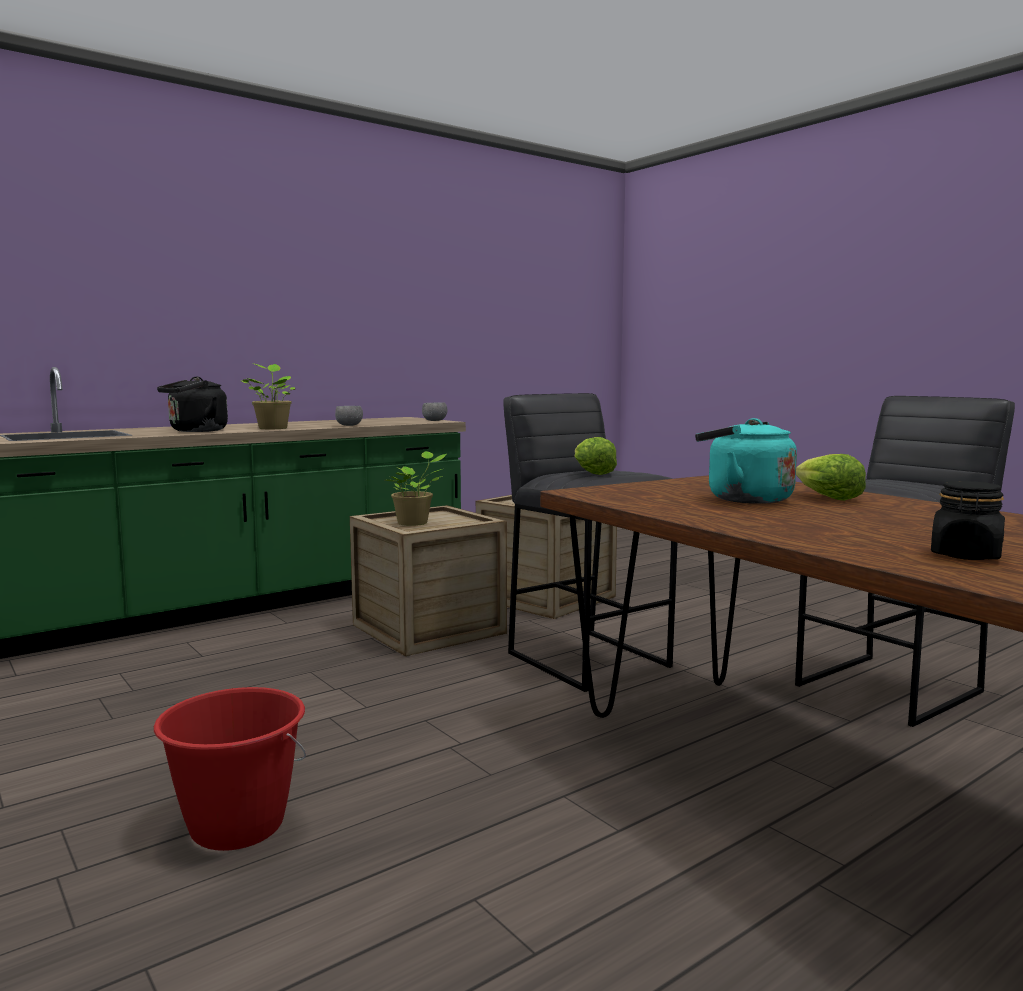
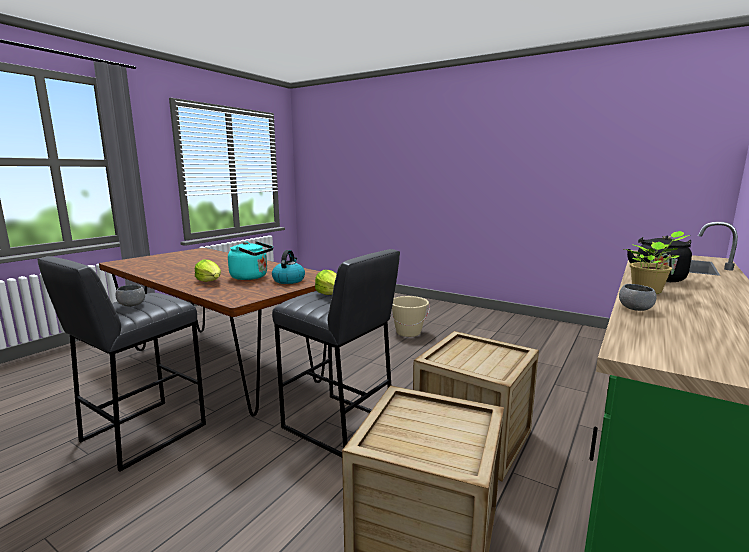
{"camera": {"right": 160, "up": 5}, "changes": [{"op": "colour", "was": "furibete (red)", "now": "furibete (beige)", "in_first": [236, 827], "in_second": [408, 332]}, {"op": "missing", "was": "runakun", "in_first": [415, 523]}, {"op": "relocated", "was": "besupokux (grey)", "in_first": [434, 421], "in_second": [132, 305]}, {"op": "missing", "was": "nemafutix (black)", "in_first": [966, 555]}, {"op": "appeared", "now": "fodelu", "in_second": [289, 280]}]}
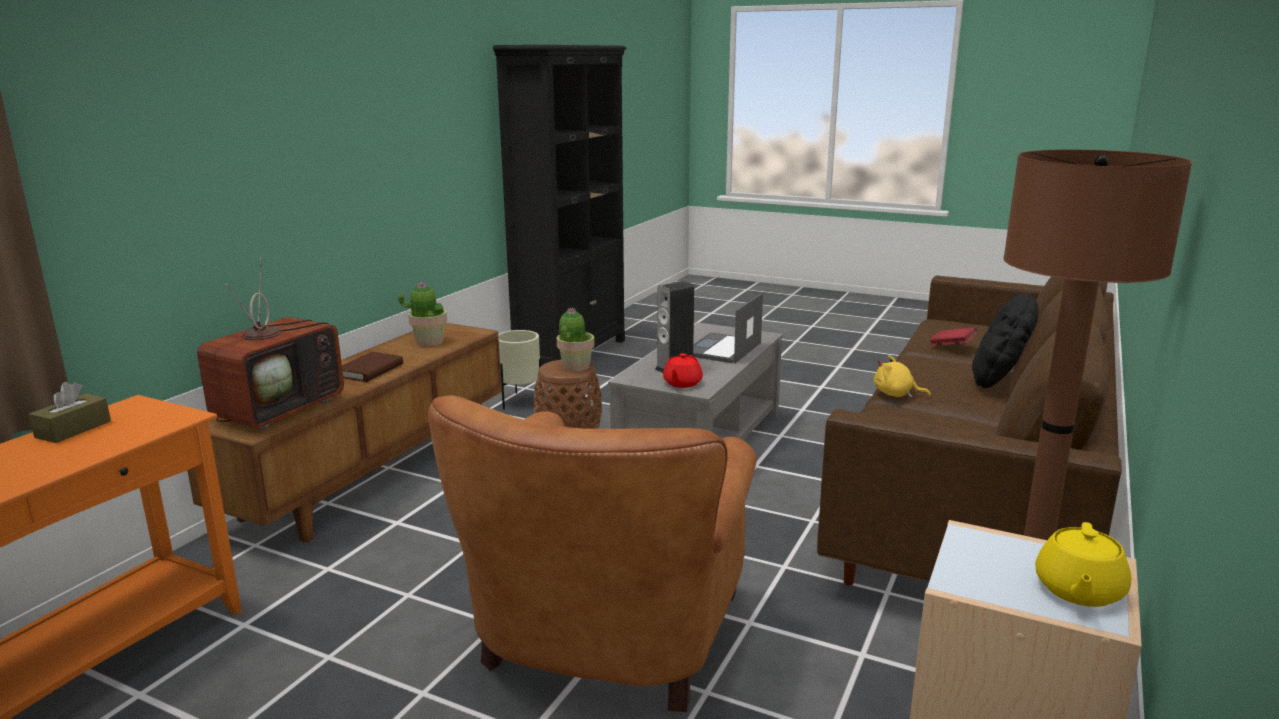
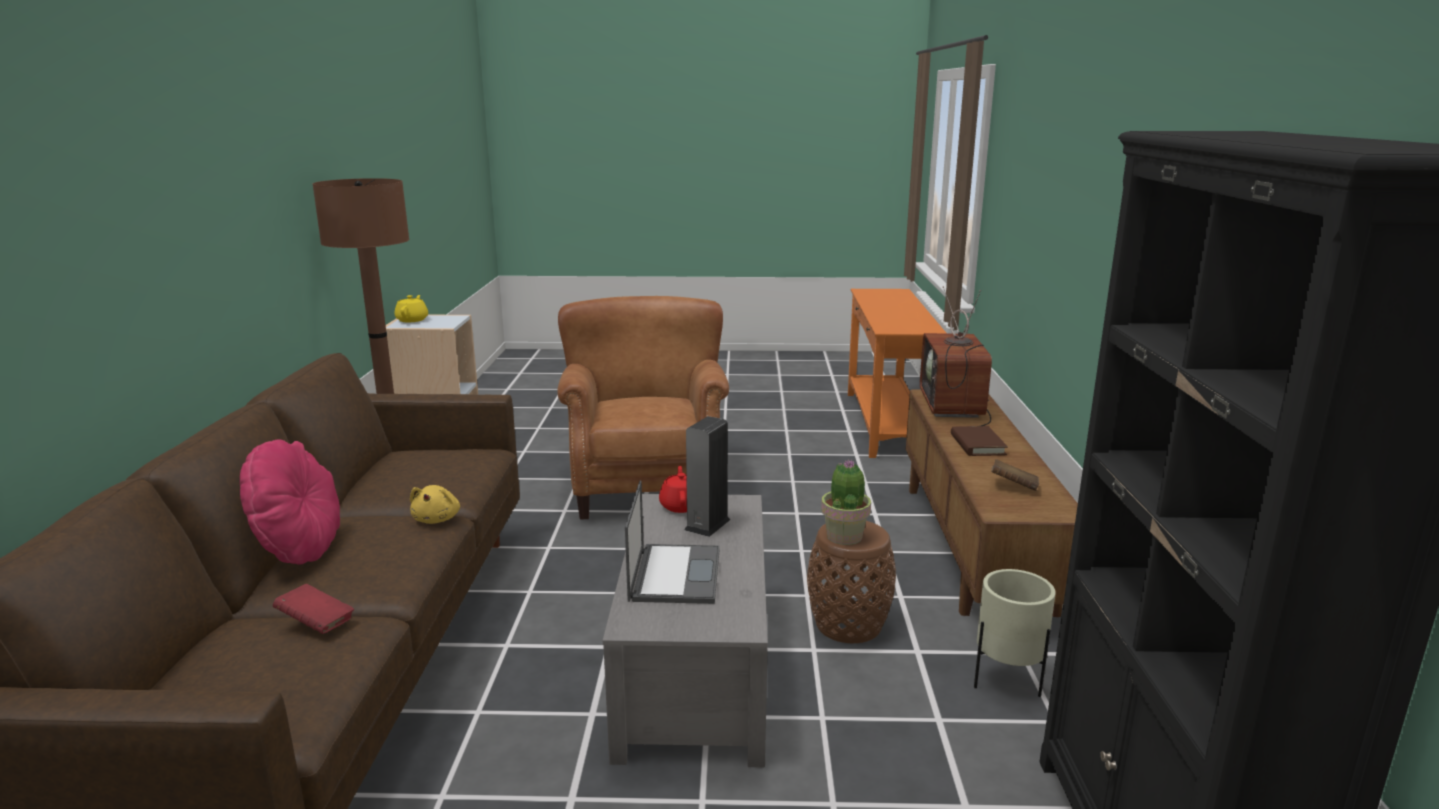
{"camera": {"right": 155, "up": 0}, "changes": [{"op": "missing", "was": "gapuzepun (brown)", "in_first": [73, 429]}, {"op": "exchanged", "was": "runakun", "now": "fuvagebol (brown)", "in_first": [429, 342], "in_second": [1013, 486]}, {"op": "spun", "was": "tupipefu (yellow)", "in_first": [896, 394], "in_second": [437, 519], "clockwise": 90}, {"op": "colour", "was": "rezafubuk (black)", "now": "rezafubuk (pink)", "in_first": [998, 383], "in_second": [301, 552]}]}
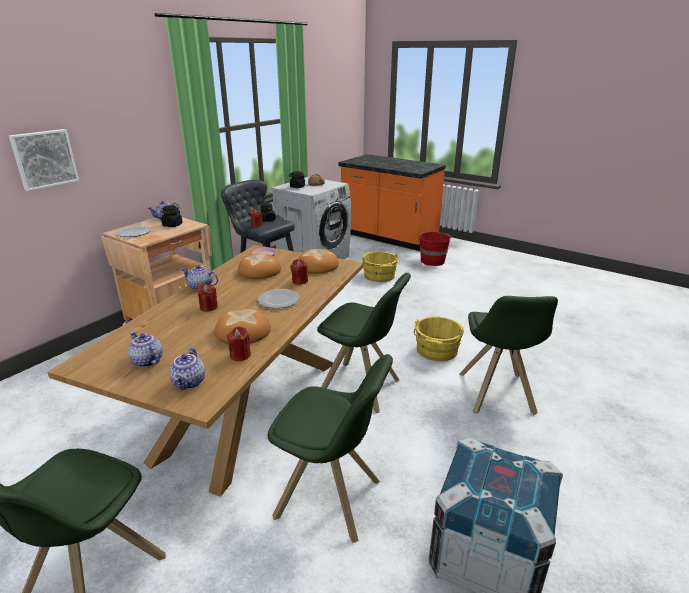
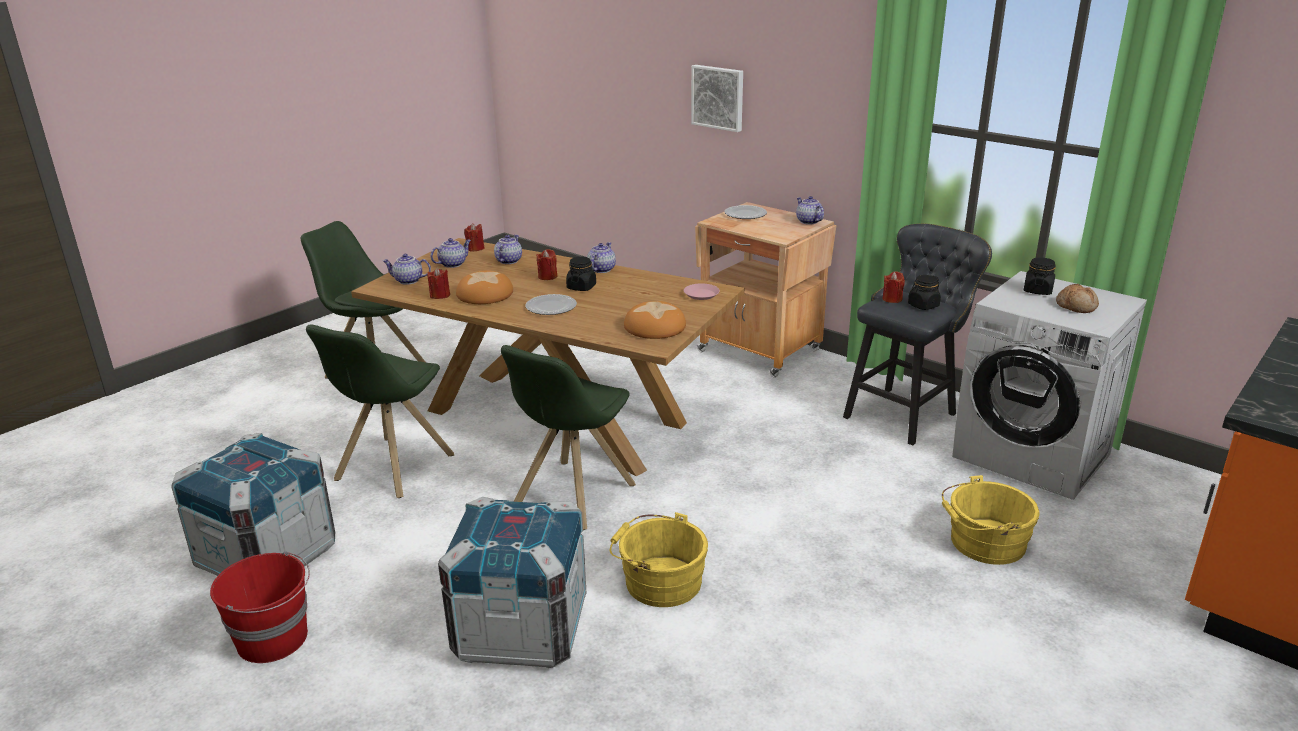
{"camera": {"right": 95, "up": 0}, "changes": [{"op": "relocated", "was": "nemafutix (black)", "in_first": [172, 225], "in_second": [581, 287]}, {"op": "missing", "was": "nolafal", "in_first": [260, 271]}, {"op": "relocated", "was": "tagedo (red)", "in_first": [299, 281], "in_second": [475, 248]}, {"op": "relocated", "was": "furibete (red)", "in_first": [432, 261], "in_second": [274, 639]}, {"op": "exchanged", "was": "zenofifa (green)", "now": "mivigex", "in_first": [497, 393], "in_second": [521, 629]}, {"op": "appeared", "now": "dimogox", "in_second": [508, 261]}]}
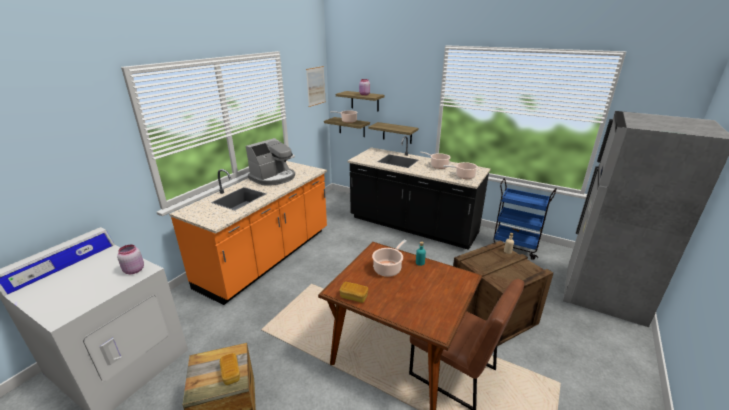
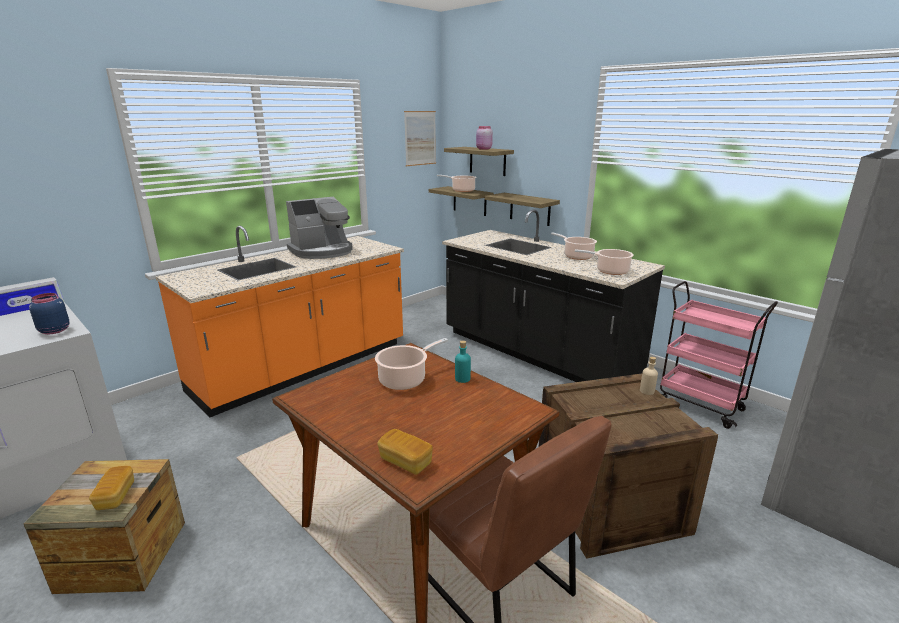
{"camera": {"right": 15, "up": -5}, "changes": [{"op": "colour", "was": "nemafutix (pink)", "now": "nemafutix (blue)", "in_first": [133, 270], "in_second": [54, 330]}, {"op": "relocated", "was": "nolafal", "in_first": [354, 297], "in_second": [405, 461]}, {"op": "colour", "was": "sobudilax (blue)", "now": "sobudilax (pink)", "in_first": [515, 248], "in_second": [700, 406]}]}
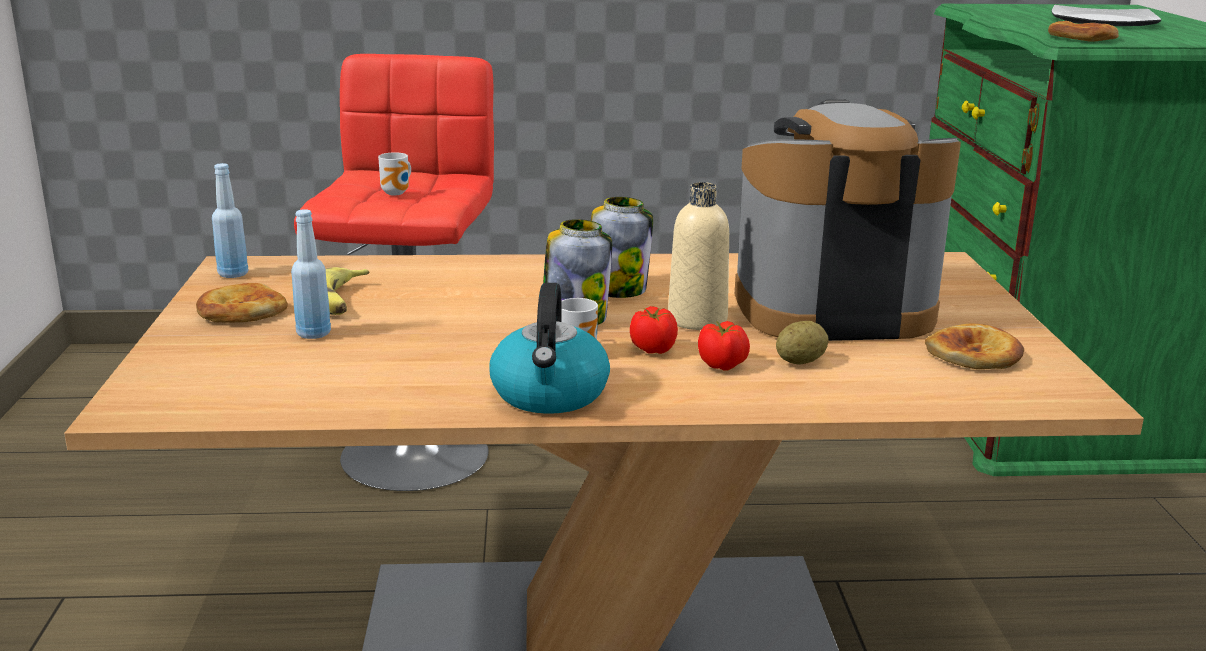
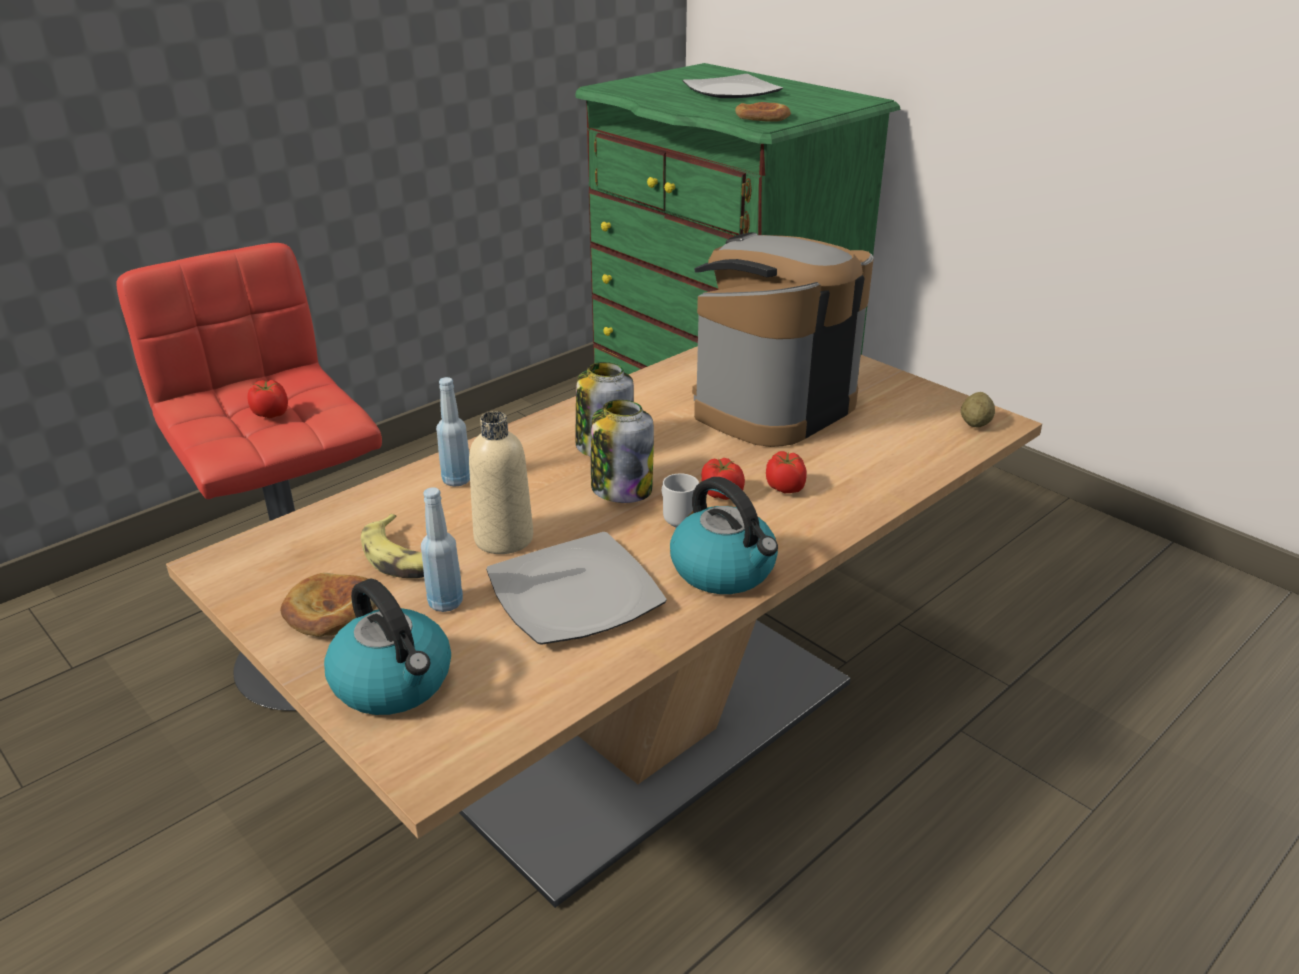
{"camera": {"right": -40, "up": 10}, "changes": [{"op": "relocated", "was": "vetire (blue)", "in_first": [233, 274], "in_second": [457, 480]}, {"op": "exchanged", "was": "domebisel", "now": "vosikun", "in_first": [397, 193], "in_second": [271, 414]}, {"op": "relocated", "was": "vetire (beige)", "in_first": [697, 320], "in_second": [504, 538]}, {"op": "relocated", "was": "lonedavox", "in_first": [800, 362], "in_second": [975, 424]}, {"op": "missing", "was": "nolafal", "in_first": [975, 355]}, {"op": "appeared", "now": "fodelu", "in_second": [394, 683]}, {"op": "appeared", "now": "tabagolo", "in_second": [574, 595]}]}
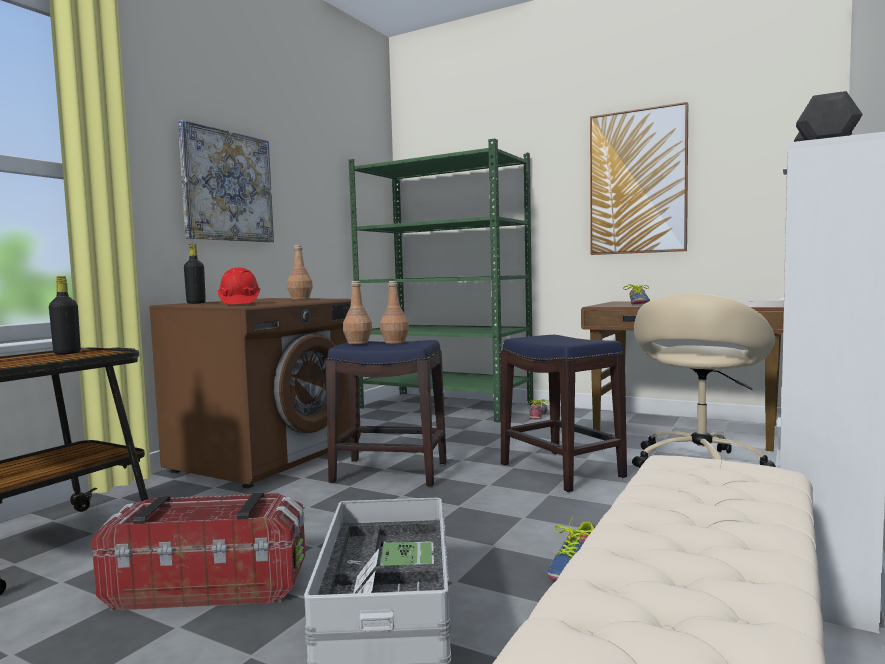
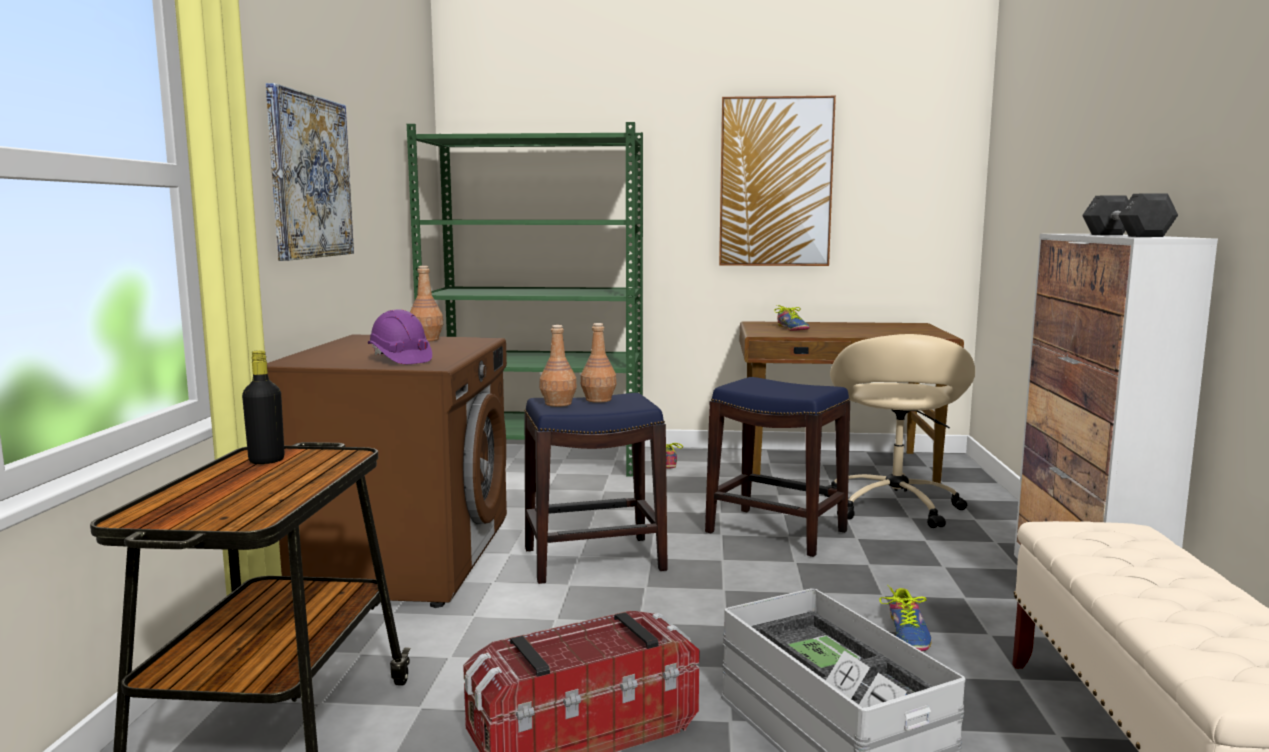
{"camera": {"right": -25, "up": 5}, "changes": [{"op": "missing", "was": "vetire (black)", "in_first": [196, 303]}, {"op": "colour", "was": "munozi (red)", "now": "munozi (purple)", "in_first": [239, 303], "in_second": [400, 359]}]}
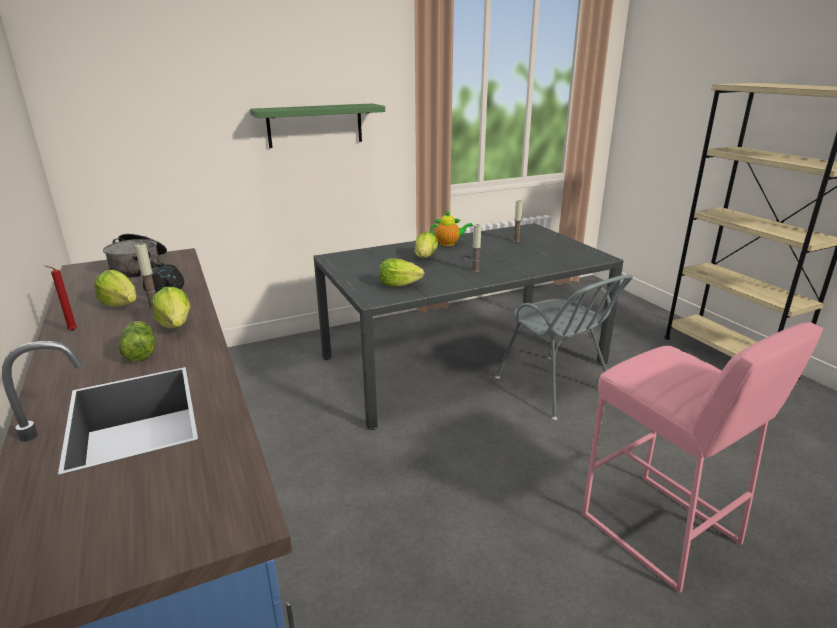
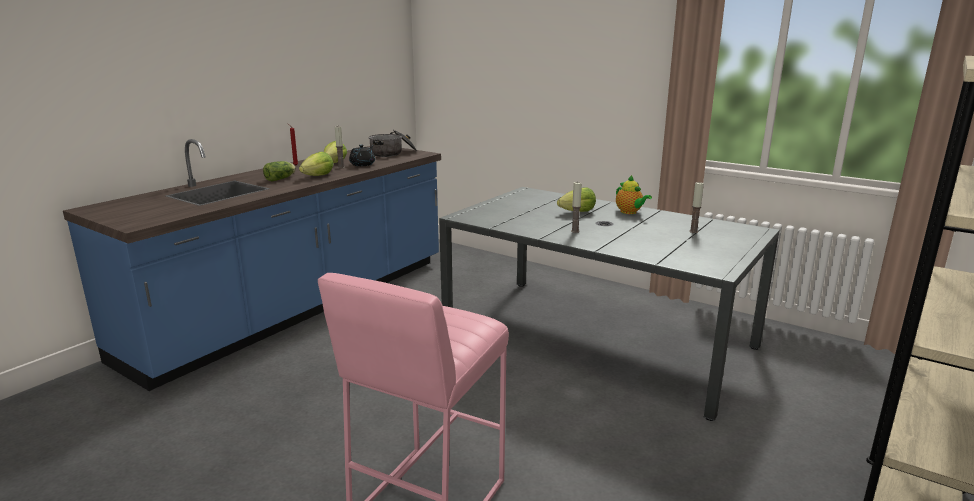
{"camera": {"right": 60, "up": -5}, "changes": [{"op": "missing", "was": "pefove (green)", "in_first": [315, 125]}, {"op": "missing", "was": "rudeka", "in_first": [398, 285]}, {"op": "missing", "was": "zenofifa (grey)", "in_first": [556, 387]}]}
